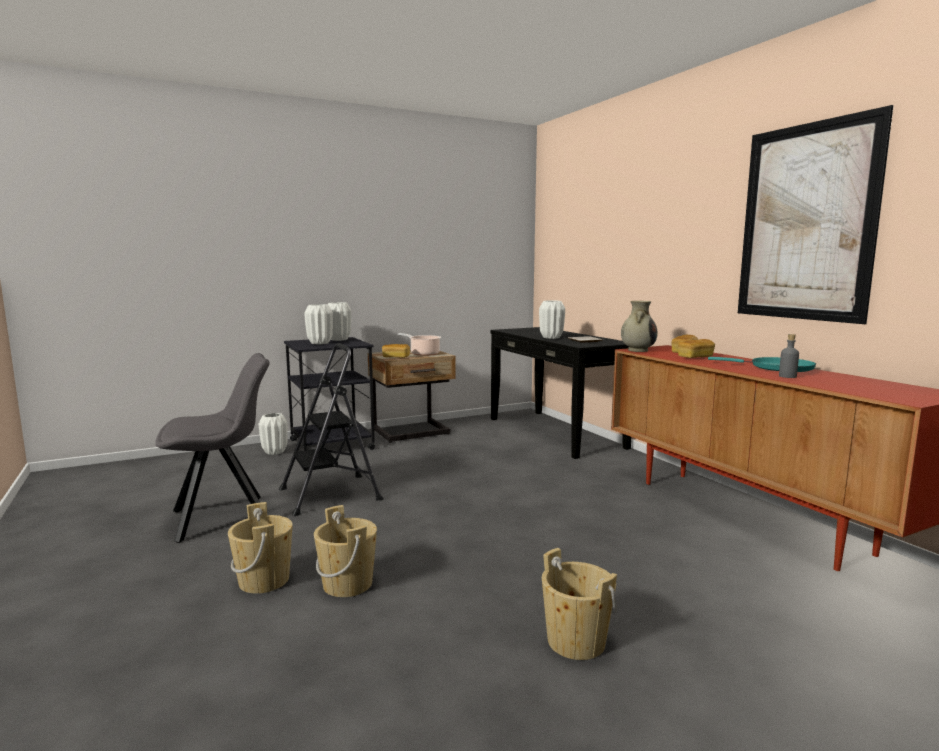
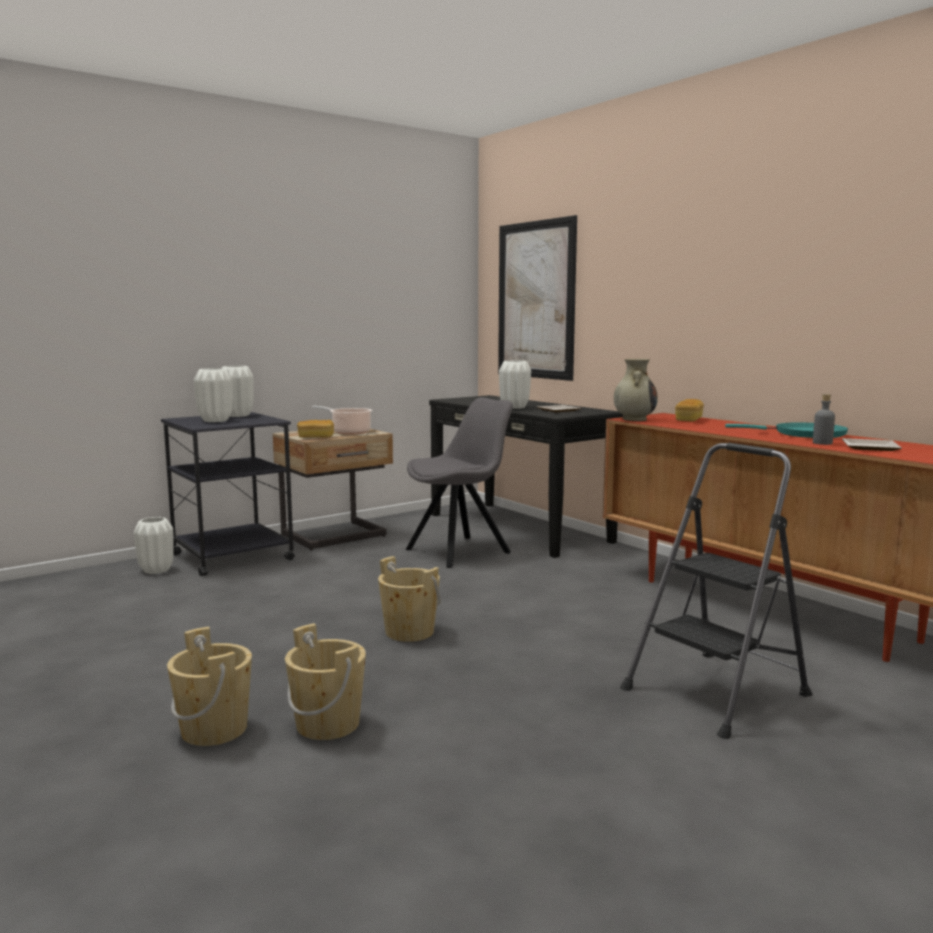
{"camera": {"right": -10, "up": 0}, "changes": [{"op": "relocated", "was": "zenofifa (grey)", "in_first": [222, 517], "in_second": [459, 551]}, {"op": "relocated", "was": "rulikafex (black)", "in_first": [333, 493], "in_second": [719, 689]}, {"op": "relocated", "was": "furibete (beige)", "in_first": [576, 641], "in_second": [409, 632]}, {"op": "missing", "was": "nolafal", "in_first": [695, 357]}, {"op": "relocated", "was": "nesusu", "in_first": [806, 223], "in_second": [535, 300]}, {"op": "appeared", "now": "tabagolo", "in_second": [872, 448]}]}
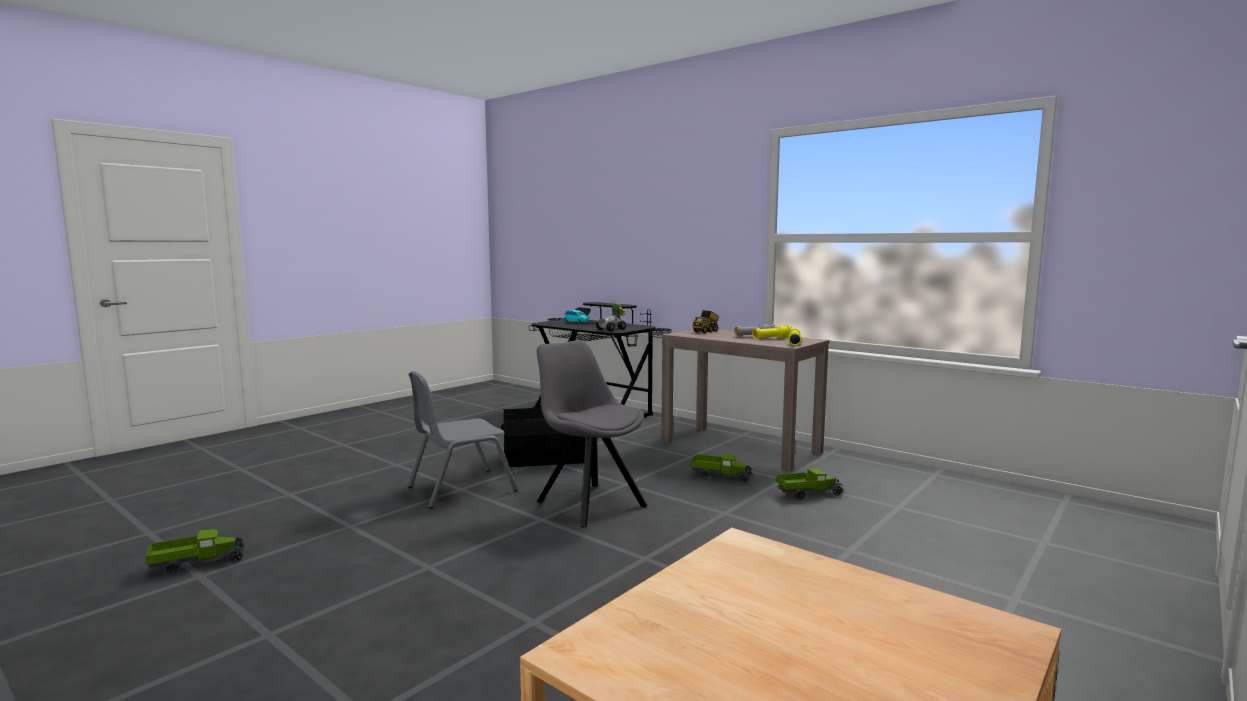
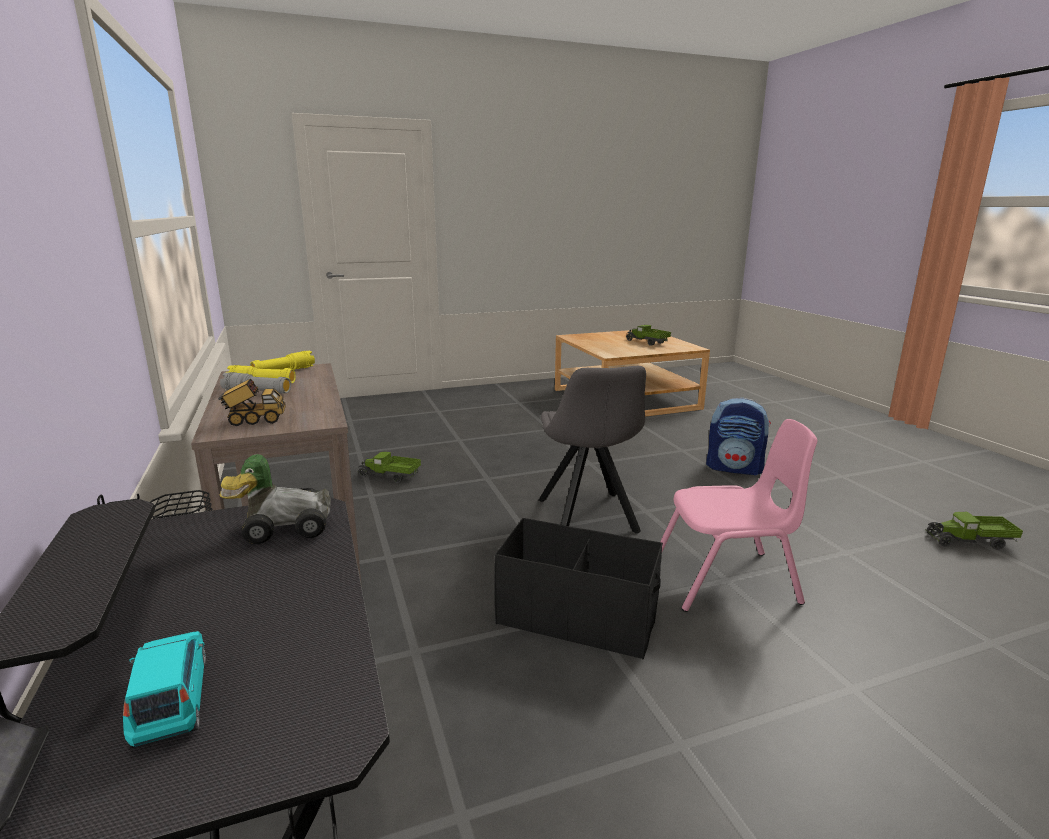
{"camera": {"right": -150, "up": 10}, "changes": [{"op": "colour", "was": "zenofifa (grey)", "now": "zenofifa (pink)", "in_first": [461, 488], "in_second": [726, 580]}, {"op": "relocated", "was": "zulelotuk", "in_first": [720, 477], "in_second": [647, 342]}, {"op": "appeared", "now": "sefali", "in_second": [734, 468]}]}
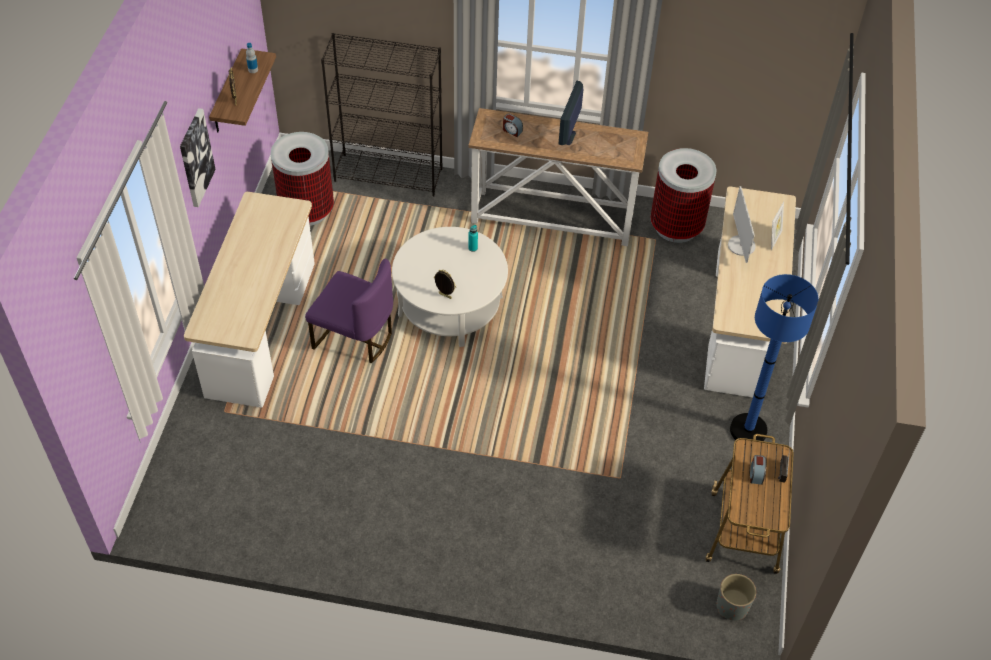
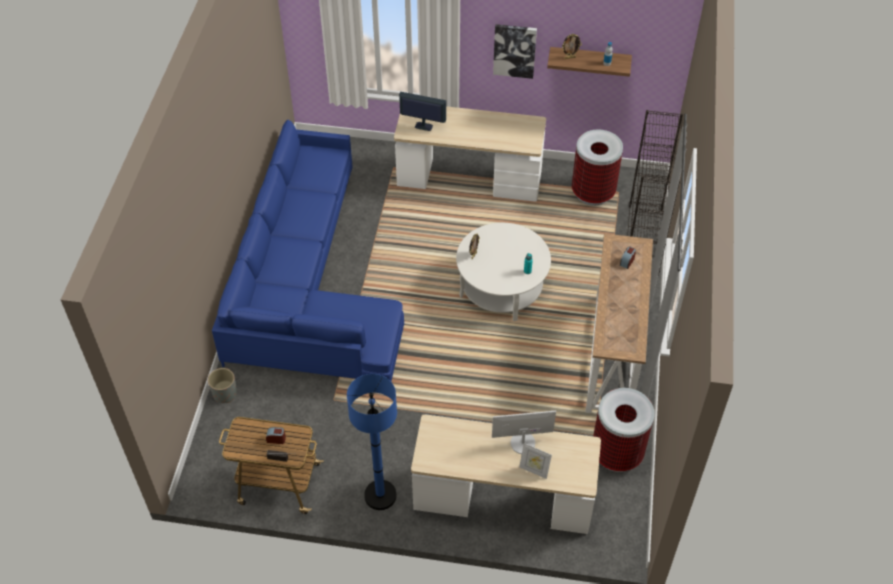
{"camera": {"right": 90, "up": 0}, "changes": [{"op": "missing", "was": "zenofifa (purple)", "in_first": [354, 338]}, {"op": "relocated", "was": "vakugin", "in_first": [567, 137], "in_second": [423, 126]}, {"op": "relocated", "was": "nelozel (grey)", "in_first": [732, 606], "in_second": [225, 393]}, {"op": "appeared", "now": "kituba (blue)", "in_second": [307, 286]}]}
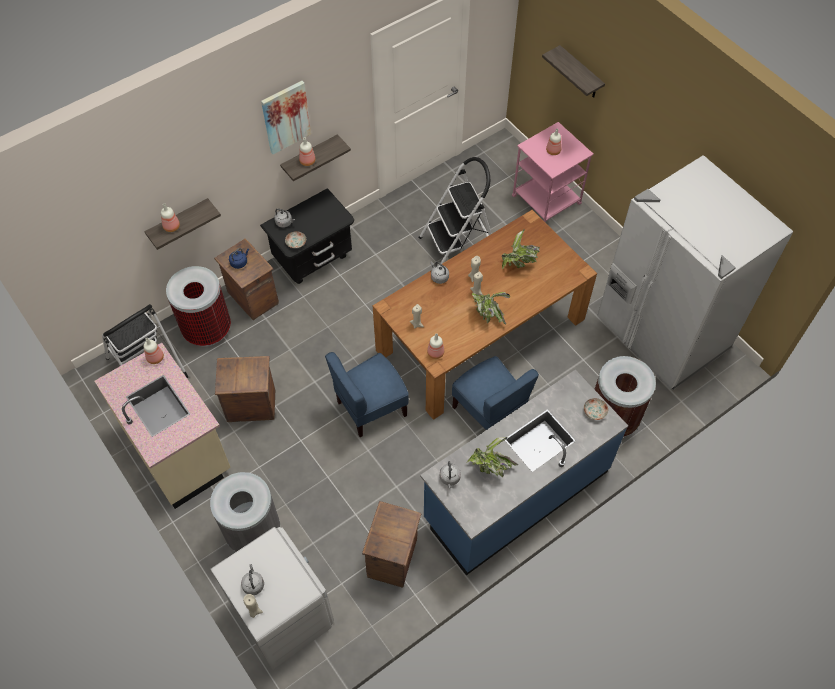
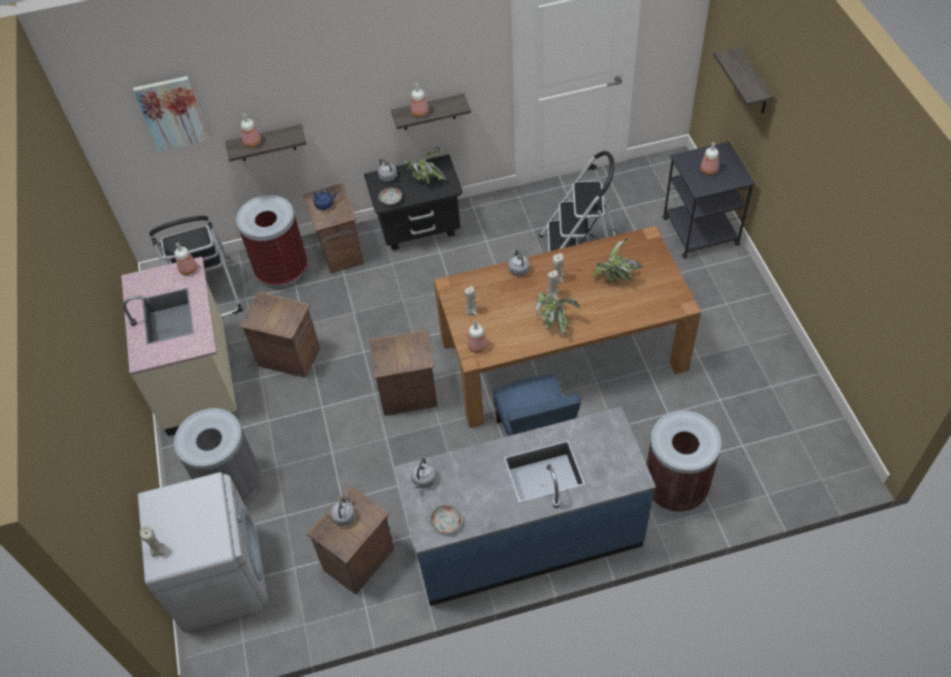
{"camera": {"right": 25, "up": -5}, "changes": [{"op": "relocated", "was": "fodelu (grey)", "in_first": [253, 584], "in_second": [344, 515]}, {"op": "relocated", "was": "nesusu", "in_first": [285, 117], "in_second": [172, 113]}, {"op": "exchanged", "was": "zenofifa (blue)", "now": "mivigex", "in_first": [371, 408], "in_second": [409, 395]}, {"op": "relocated", "was": "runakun", "in_first": [490, 466], "in_second": [425, 179]}, {"op": "colour", "was": "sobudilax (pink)", "now": "sobudilax (black)", "in_first": [547, 201], "in_second": [700, 232]}, {"op": "relocated", "was": "tabagolo", "in_first": [594, 411], "in_second": [446, 522]}, {"op": "missing", "was": "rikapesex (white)", "in_first": [662, 334]}]}
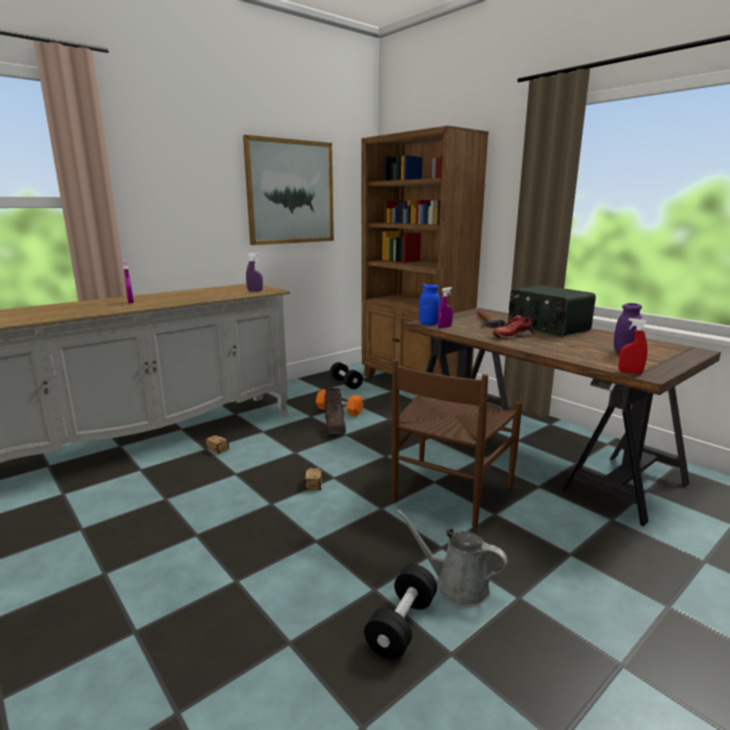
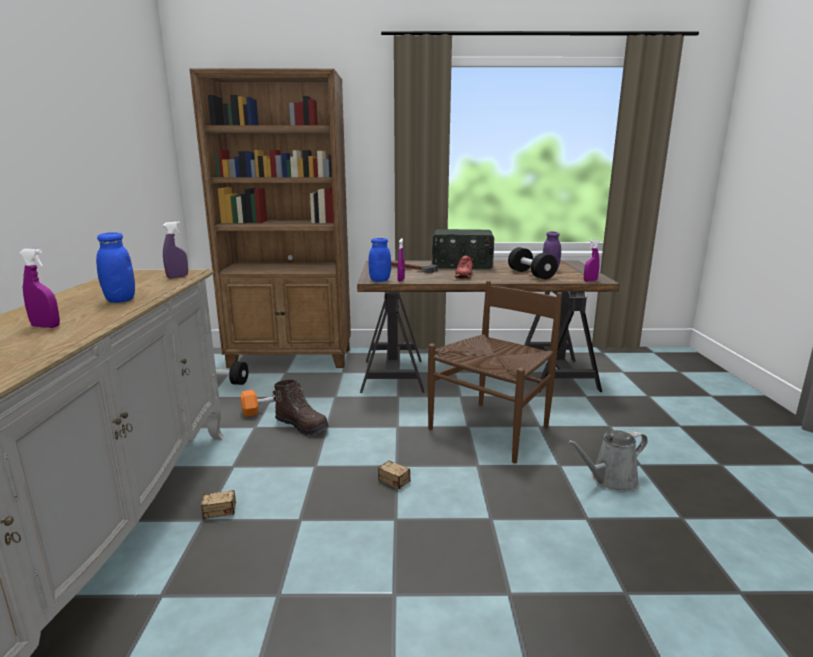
{"camera": {"right": -50, "up": 0}, "changes": [{"op": "missing", "was": "nesusu", "in_first": [290, 192]}, {"op": "relocated", "was": "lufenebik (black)", "in_first": [402, 625], "in_second": [531, 274]}, {"op": "spun", "was": "zenofifa (brown)", "in_first": [448, 494], "in_second": [492, 429], "clockwise": -120}, {"op": "colour", "was": "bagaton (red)", "now": "bagaton (purple)", "in_first": [630, 372], "in_second": [590, 281]}, {"op": "appeared", "now": "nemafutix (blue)", "in_second": [120, 300]}]}
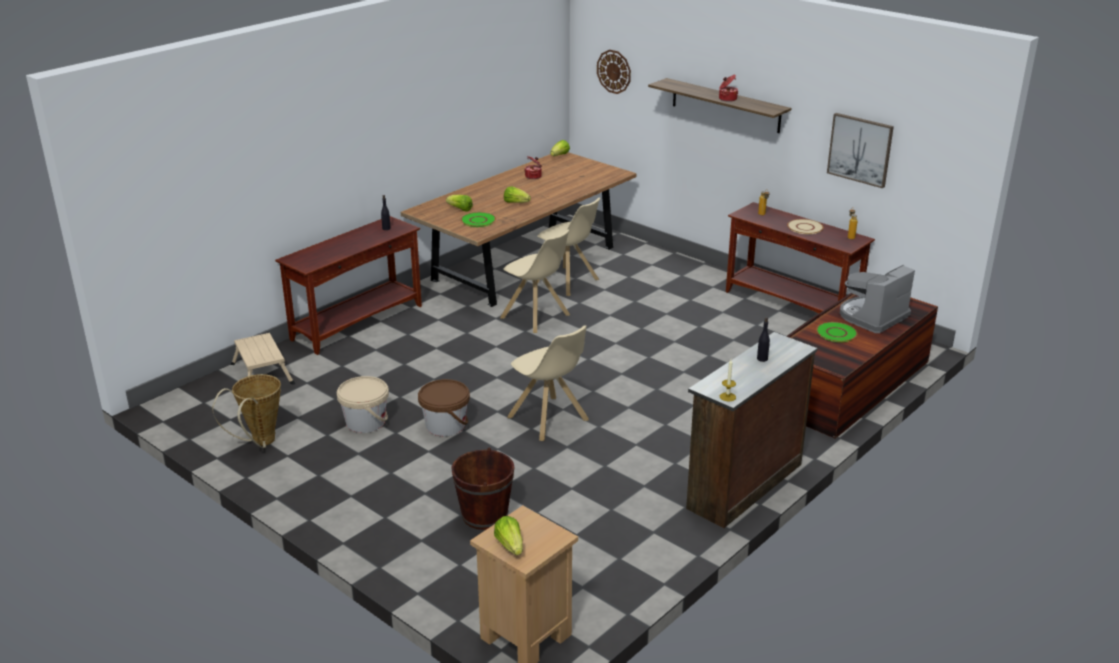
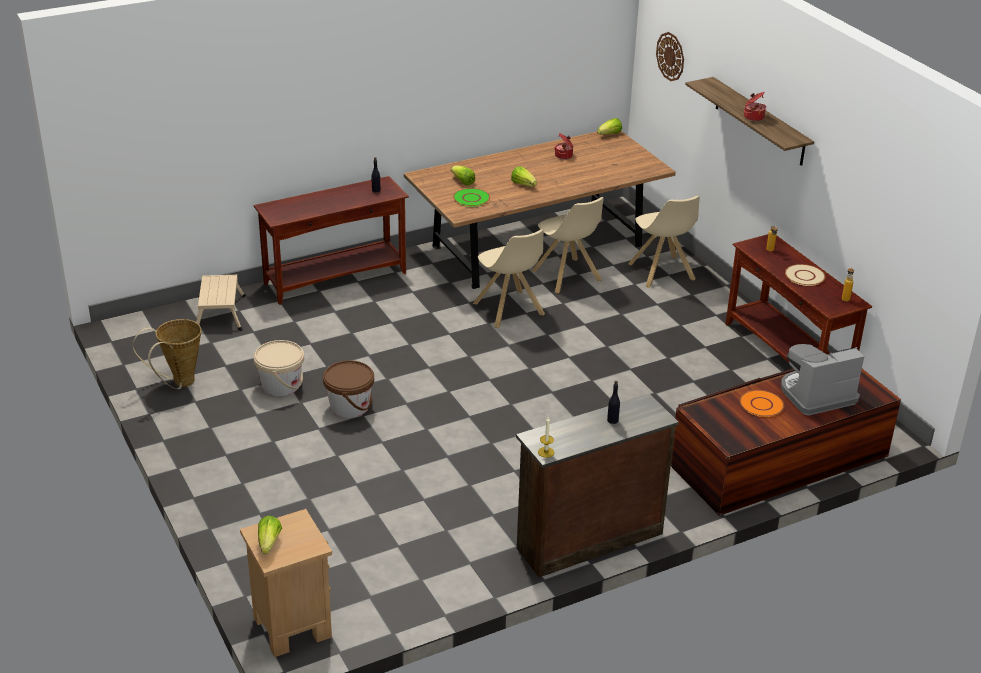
{"camera": {"right": 20, "up": 5}, "changes": [{"op": "missing", "was": "furibete (brown)", "in_first": [484, 515]}, {"op": "relocated", "was": "zenofifa (beige)", "in_first": [549, 419], "in_second": [662, 273]}, {"op": "colour", "was": "tabagolo (green)", "now": "tabagolo (orange)", "in_first": [836, 333], "in_second": [761, 404]}, {"op": "missing", "was": "nesusu", "in_first": [860, 149]}]}
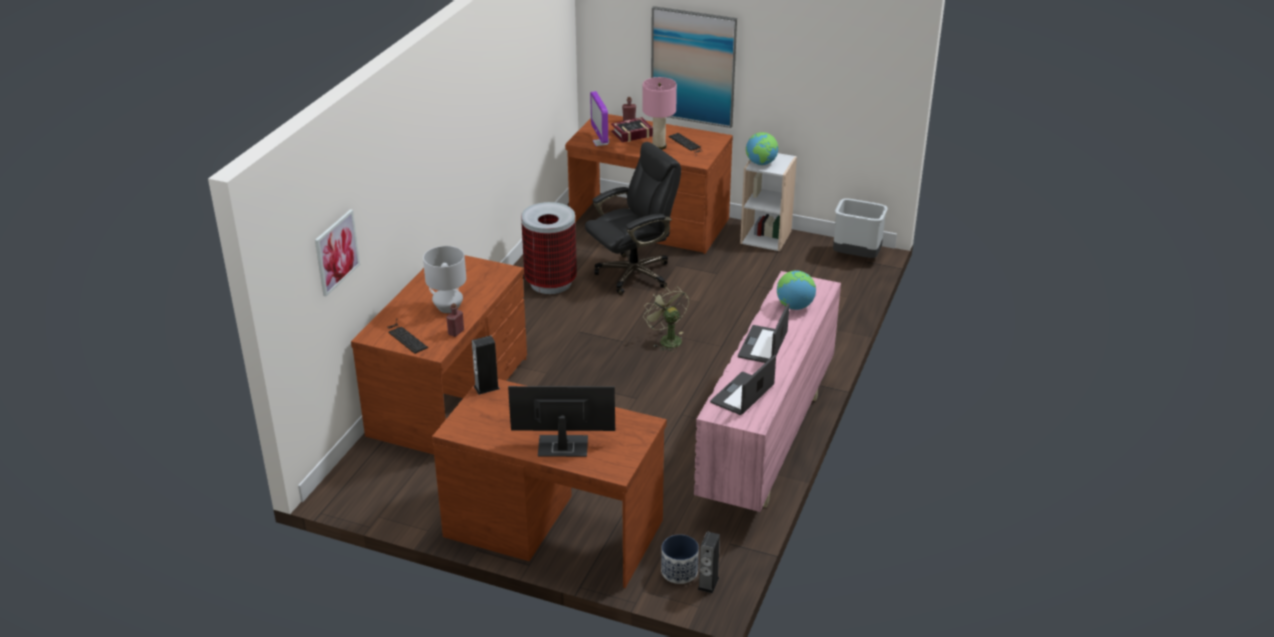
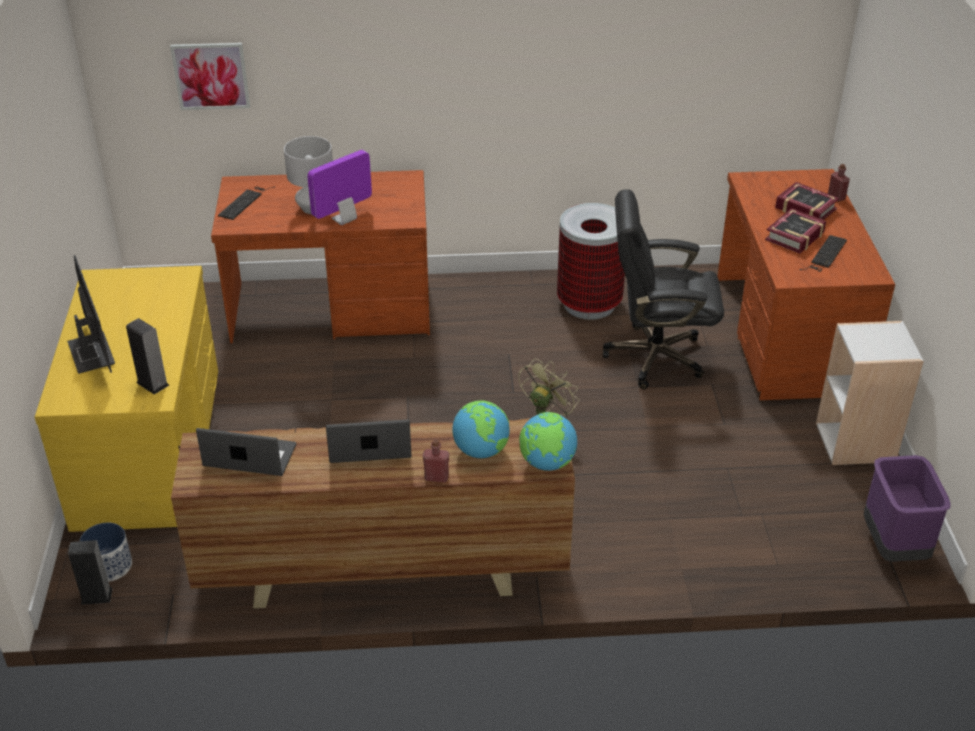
{"camera": {"right": 65, "up": 5}, "changes": [{"op": "colour", "was": "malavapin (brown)", "now": "malavapin (yellow)", "in_first": [553, 527], "in_second": [150, 448]}, {"op": "relocated", "was": "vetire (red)", "in_first": [456, 332], "in_second": [436, 477]}, {"op": "relocated", "was": "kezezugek", "in_first": [486, 387], "in_second": [152, 384]}, {"op": "spun", "was": "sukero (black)", "in_first": [632, 275], "in_second": [657, 357], "clockwise": 150}, {"op": "relocated", "was": "vakugin", "in_first": [600, 142], "in_second": [344, 219]}, {"op": "exchanged", "was": "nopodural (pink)", "now": "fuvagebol", "in_first": [659, 146], "in_second": [795, 236]}, {"op": "missing", "was": "nesusu", "in_first": [693, 67]}, {"op": "colour", "was": "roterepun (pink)", "now": "roterepun (brown)", "in_first": [768, 443], "in_second": [382, 574]}, {"op": "relocated", "was": "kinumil", "in_first": [761, 163], "in_second": [547, 463]}, {"op": "colour", "was": "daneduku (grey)", "now": "daneduku (purple)", "in_first": [856, 256], "in_second": [894, 546]}]}
